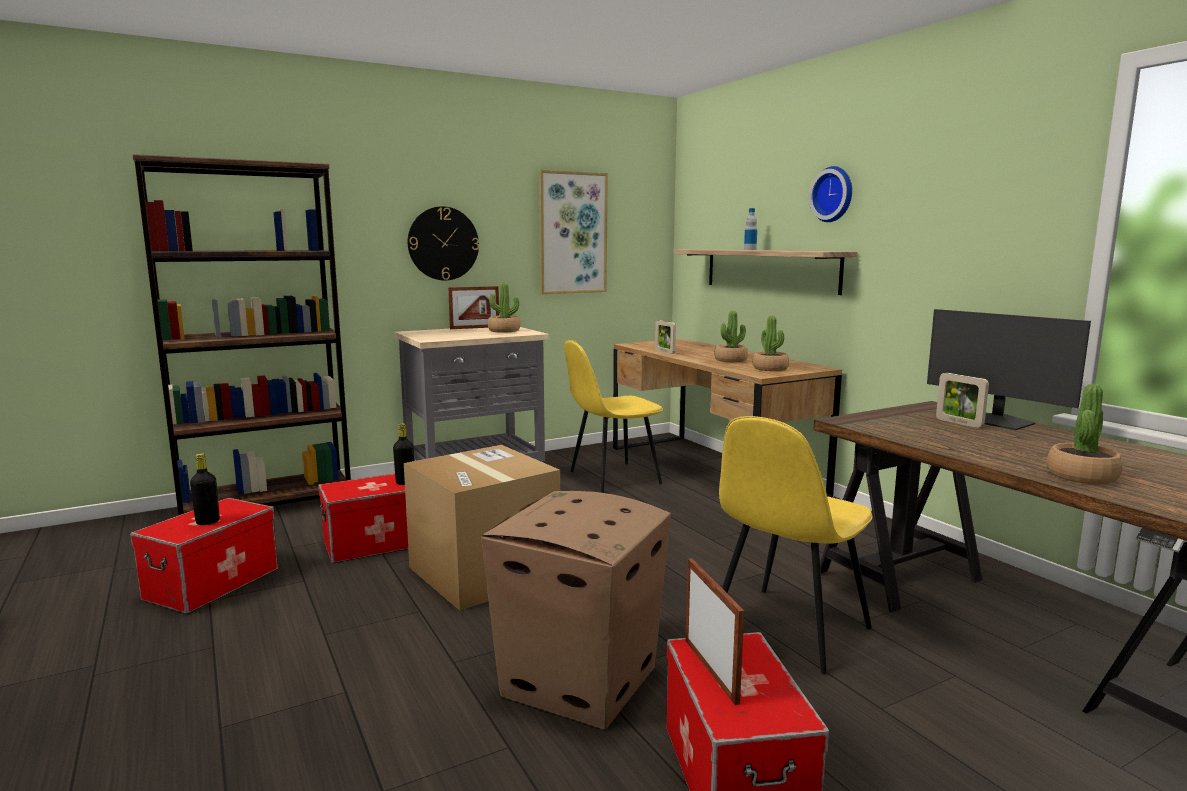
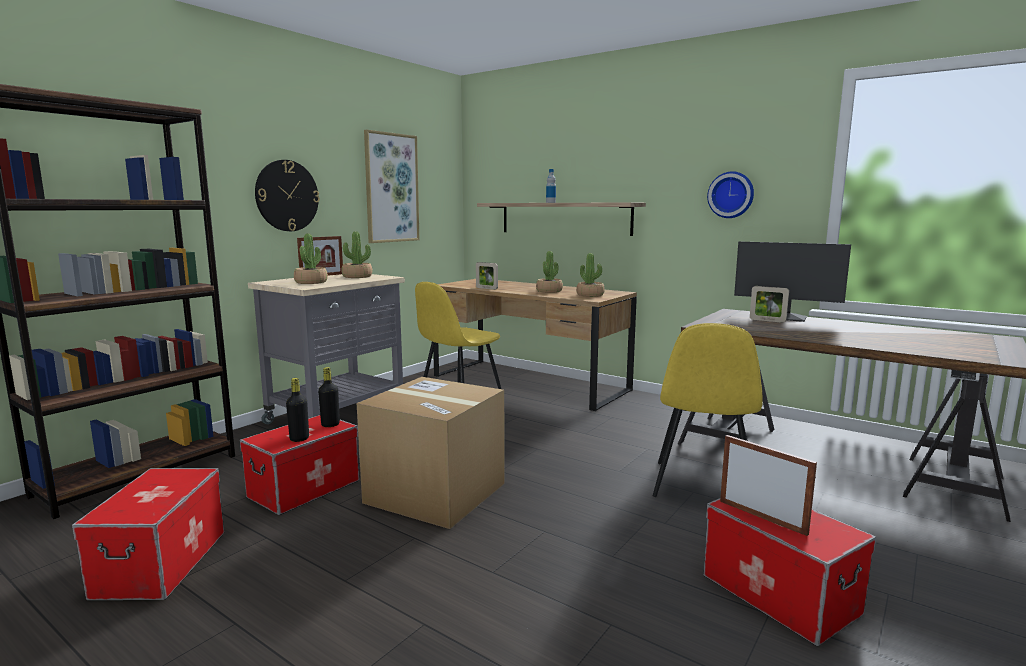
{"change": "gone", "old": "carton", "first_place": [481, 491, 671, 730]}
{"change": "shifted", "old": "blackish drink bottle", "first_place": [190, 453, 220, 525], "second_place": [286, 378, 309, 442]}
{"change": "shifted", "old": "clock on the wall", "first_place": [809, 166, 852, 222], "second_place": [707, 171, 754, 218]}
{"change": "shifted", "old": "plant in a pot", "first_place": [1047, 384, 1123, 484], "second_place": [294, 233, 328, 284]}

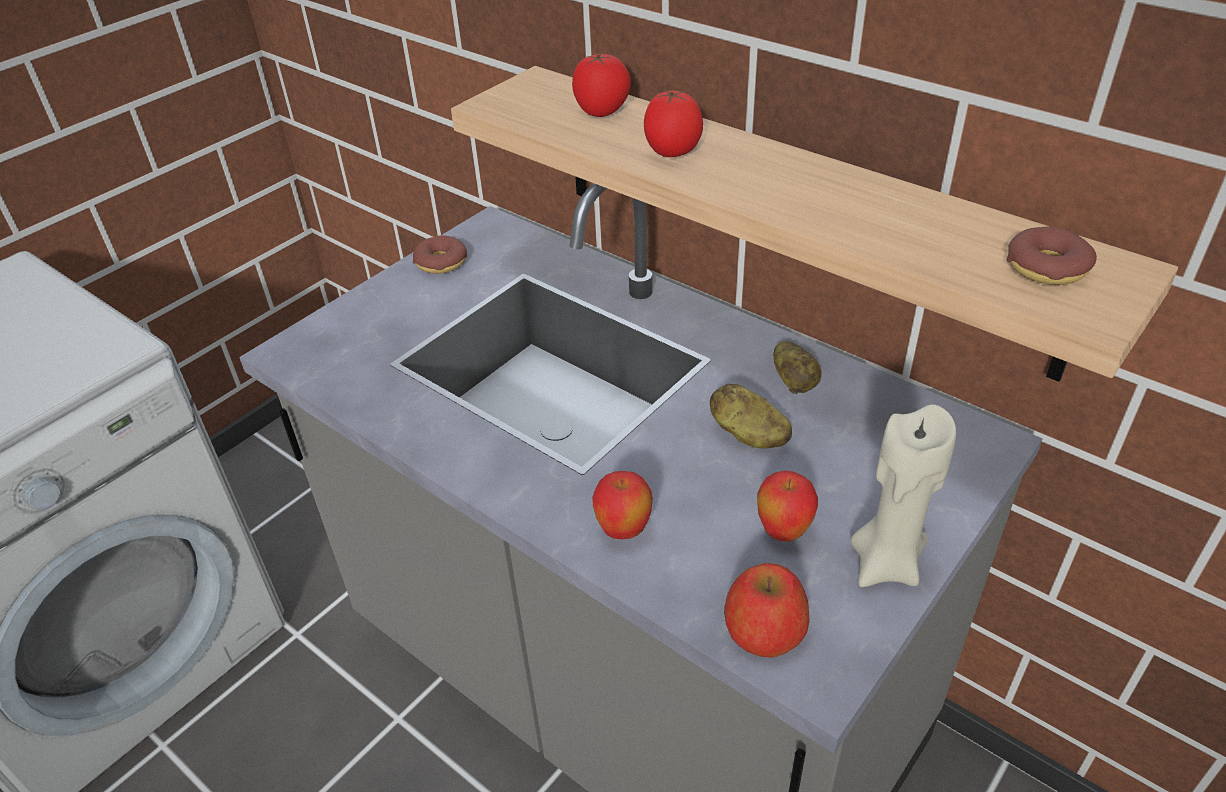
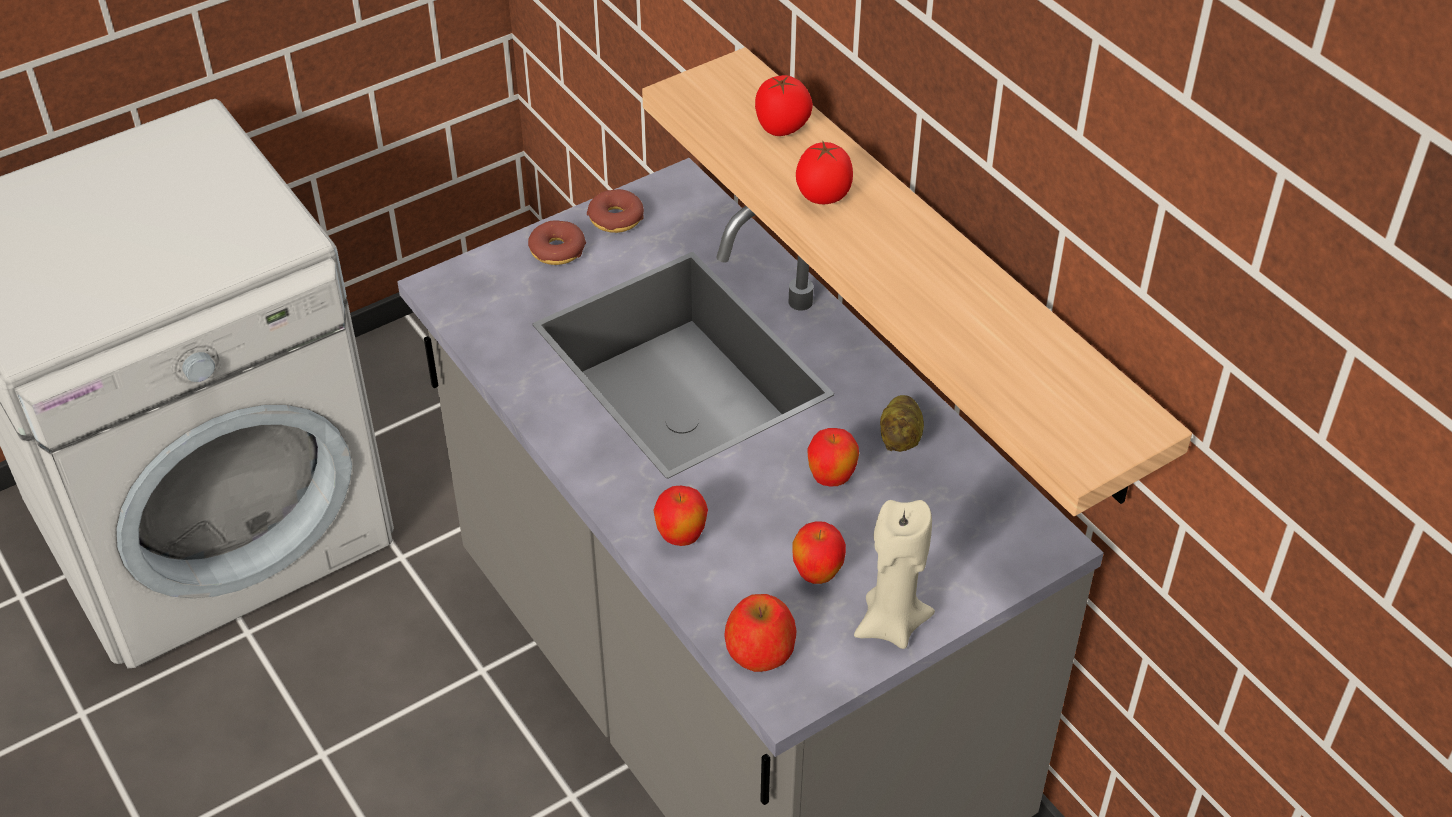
{"change": "shifted", "old": "doughnut", "first_place": [1007, 227, 1097, 285], "second_place": [528, 220, 586, 265]}
{"change": "swapped", "old": "whole potato", "new": "apple fruit", "first_place": [710, 384, 792, 449], "second_place": [807, 428, 859, 486]}

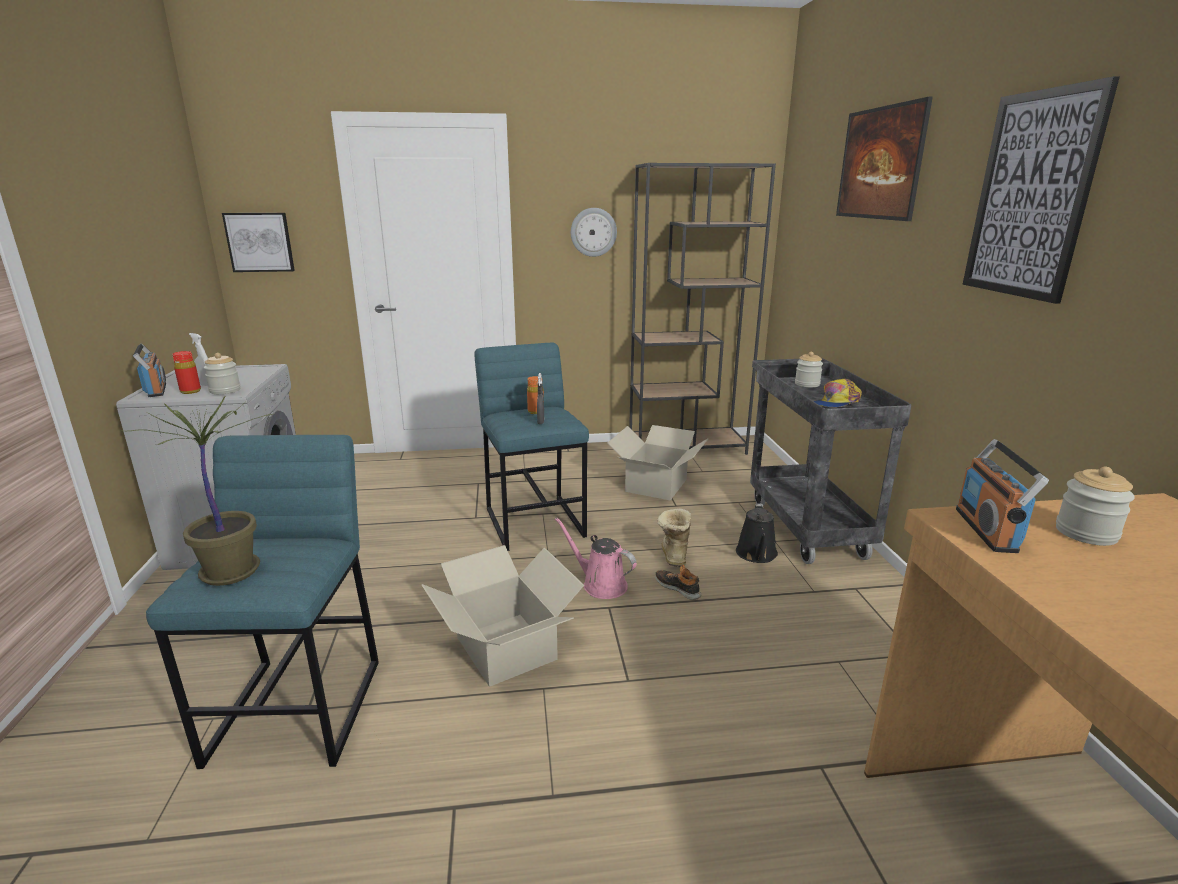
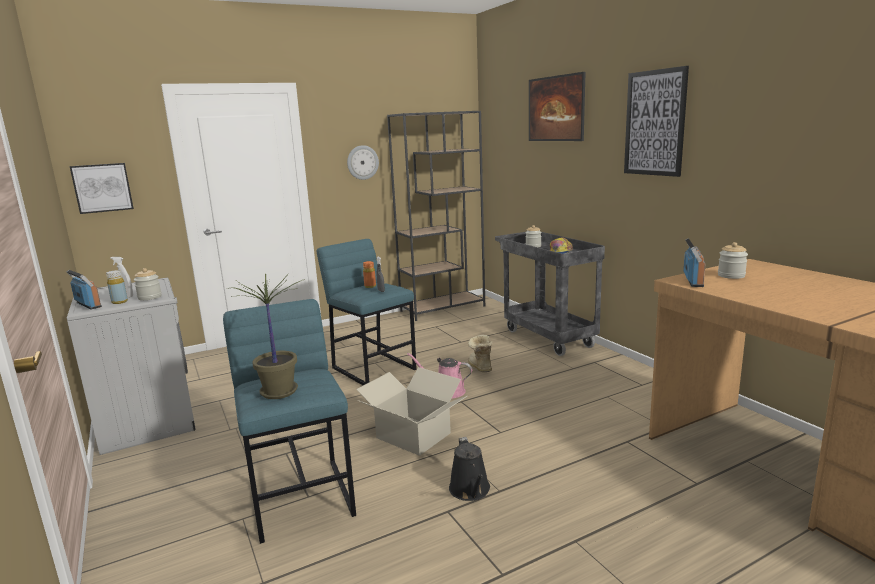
{"change": "gone", "old": "carton", "first_place": [608, 425, 709, 500]}
{"change": "gone", "old": "low shoe", "first_place": [655, 565, 702, 600]}
{"change": "shifted", "old": "blackish watering can", "first_place": [736, 503, 778, 563], "second_place": [449, 437, 490, 501]}
{"change": "repainted", "old": "red-coloured drink bottle", "new": "yellowish drink bottle", "first_place": [172, 351, 201, 394], "second_place": [106, 270, 128, 304]}
{"change": "rotated", "old": "radio", "first_place": [956, 439, 1049, 553], "second_place": [683, 238, 705, 287], "degrees": -150}

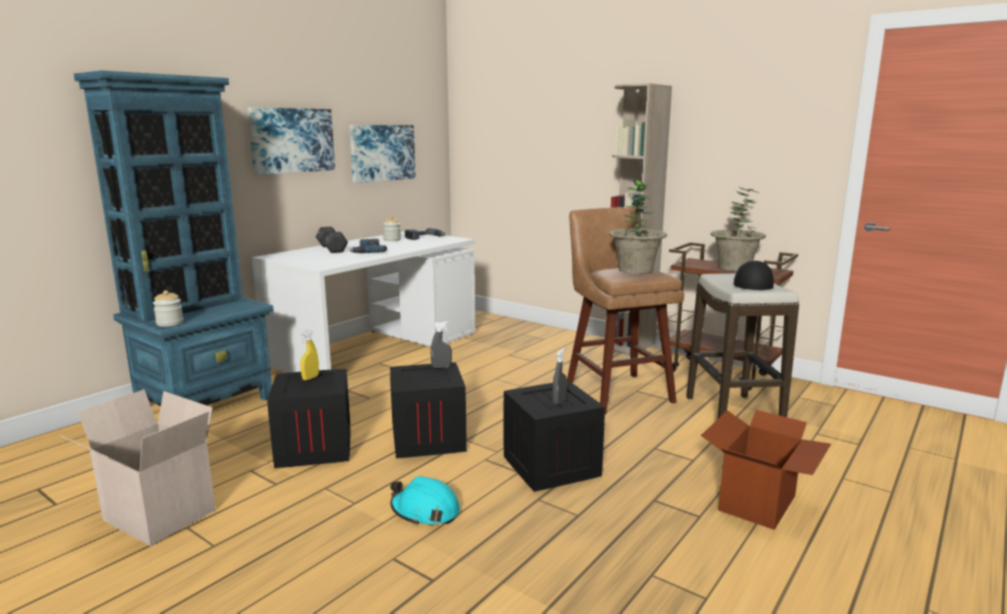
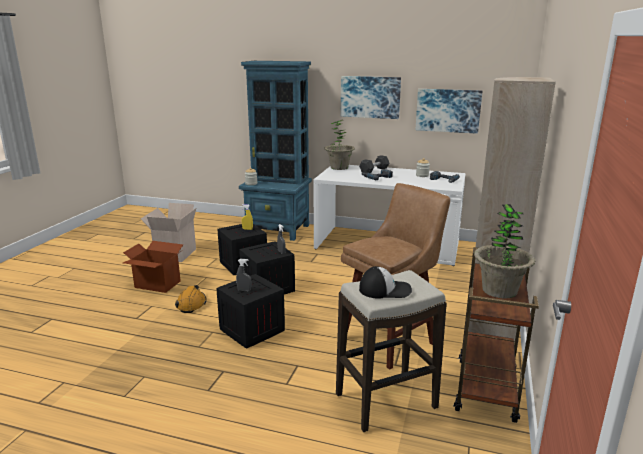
{"change": "shifted", "old": "plant in a pot", "first_place": [609, 180, 667, 274], "second_place": [324, 120, 355, 170]}
{"change": "shifted", "old": "carton", "first_place": [701, 410, 831, 530], "second_place": [123, 241, 184, 293]}
{"change": "repainted", "old": "turquoise work helmet", "new": "orange-coloured work helmet", "first_place": [390, 476, 460, 525], "second_place": [175, 285, 207, 313]}

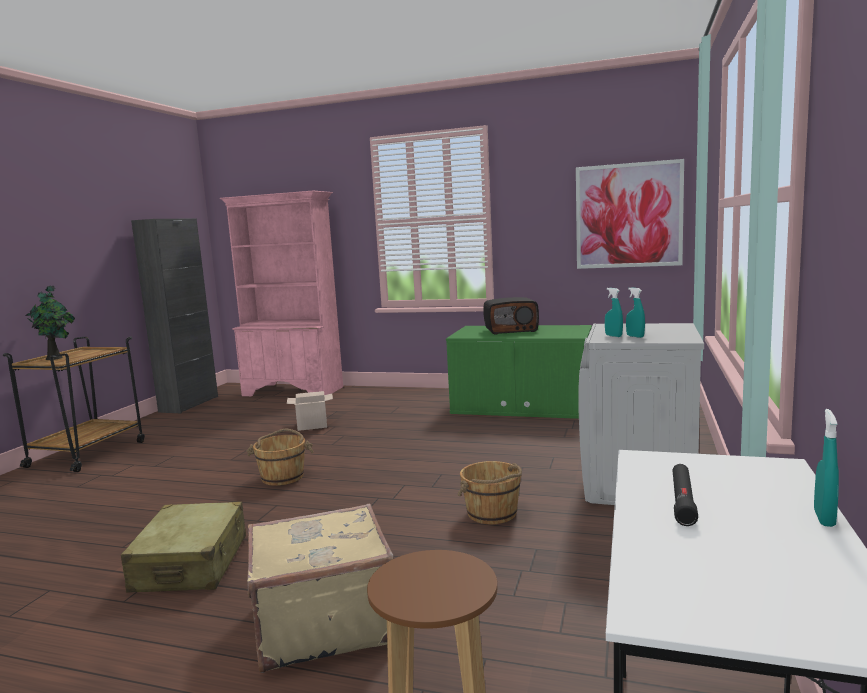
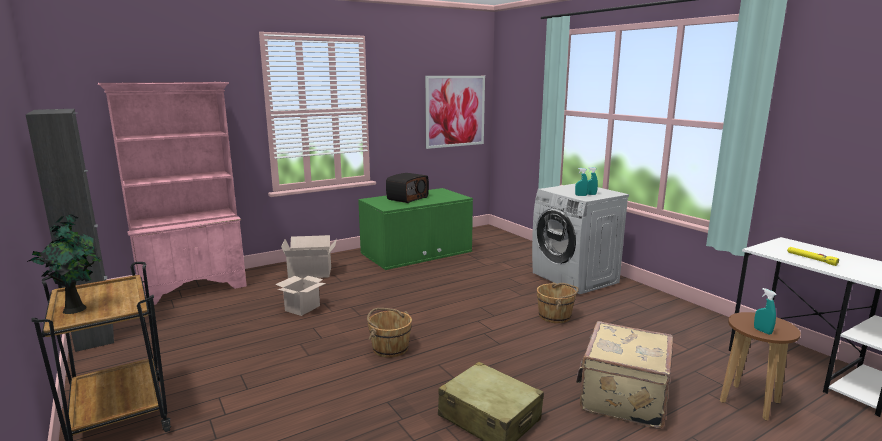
{"change": "new", "new": "carton", "second_place": [281, 235, 337, 279]}
{"change": "shifted", "old": "turquoise spray bottle", "first_place": [814, 409, 839, 527], "second_place": [754, 288, 777, 335]}
{"change": "repainted", "old": "blackish flashlight", "new": "yellowish flashlight", "first_place": [672, 464, 698, 526], "second_place": [787, 247, 839, 266]}

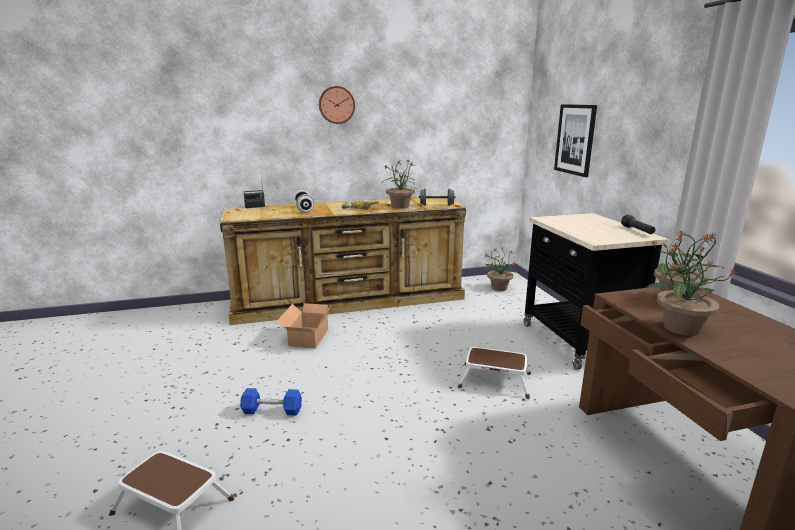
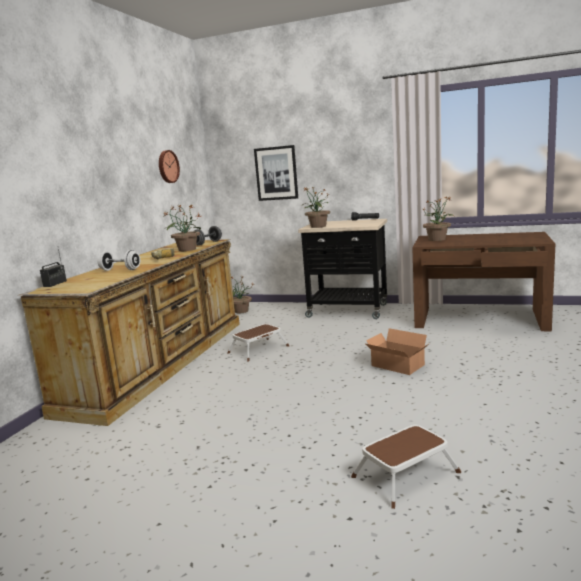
{"change": "gone", "old": "blue-coloured hand weight", "first_place": [240, 388, 302, 415]}
{"change": "shifted", "old": "carton", "first_place": [277, 303, 331, 348], "second_place": [366, 328, 430, 375]}
{"change": "shifted", "old": "clock on the wall", "first_place": [319, 86, 355, 124], "second_place": [159, 150, 180, 183]}
{"change": "shifted", "old": "brownish stepladder", "first_place": [458, 347, 531, 399], "second_place": [227, 324, 289, 362]}
{"change": "shifted", "old": "plant in a pot", "first_place": [645, 243, 739, 336], "second_place": [302, 187, 330, 228]}

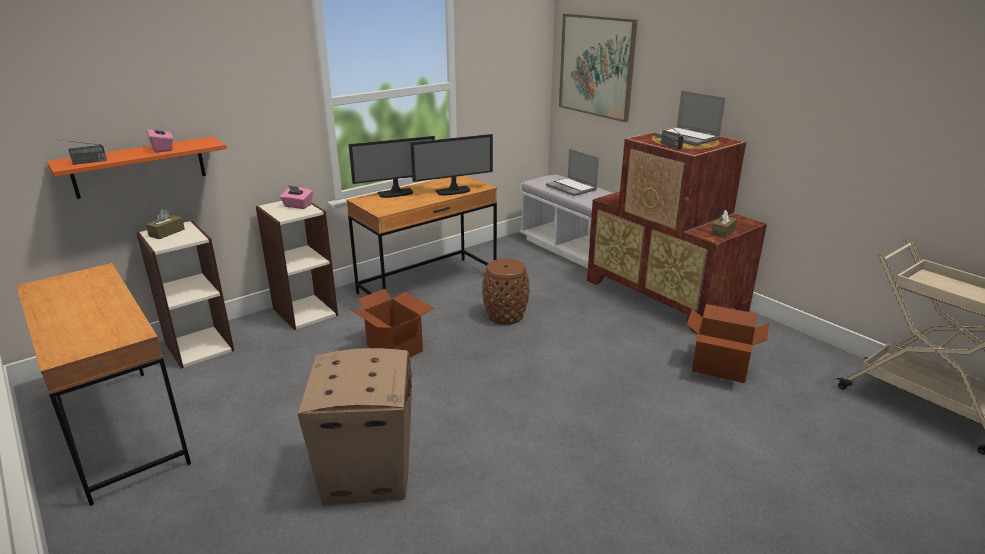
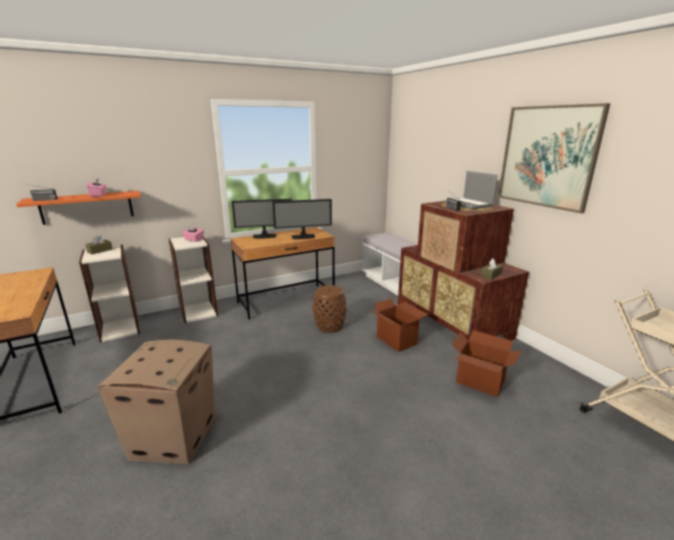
{"change": "gone", "old": "portable computer", "first_place": [546, 149, 599, 196]}
{"change": "shifted", "old": "carton", "first_place": [350, 289, 434, 357], "second_place": [370, 299, 428, 352]}
{"change": "shifted", "old": "picture", "first_place": [559, 13, 638, 122], "second_place": [498, 103, 610, 214]}

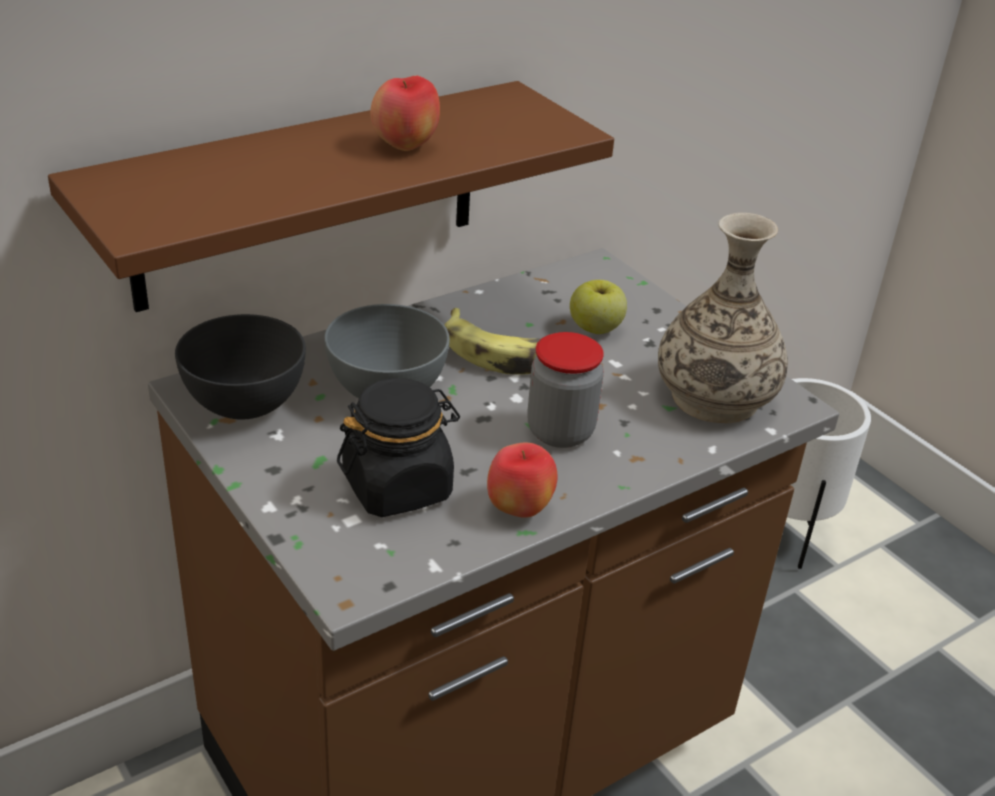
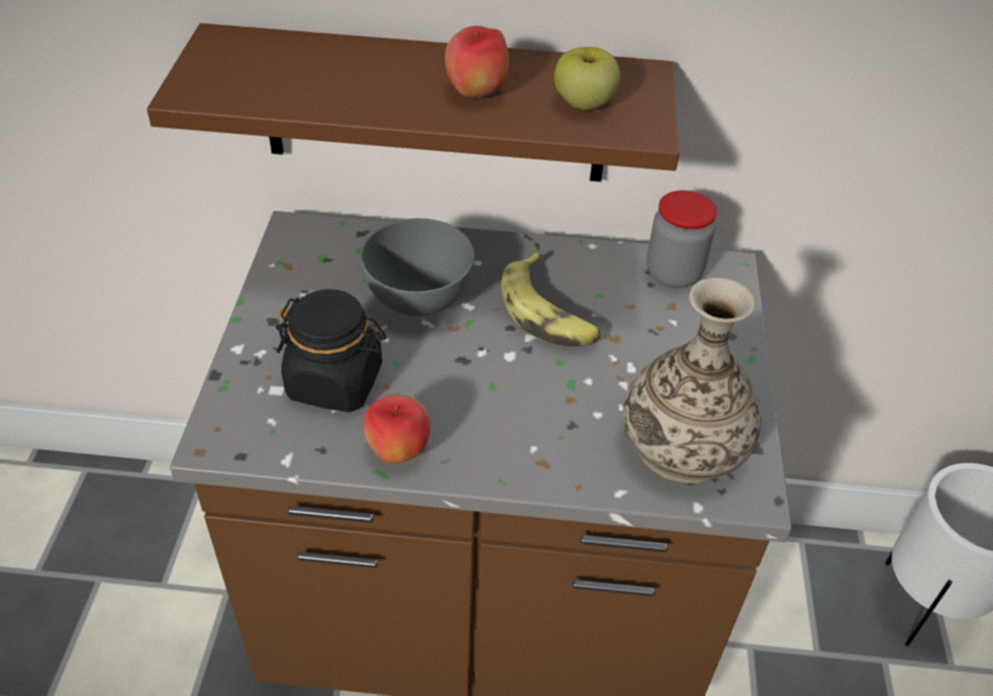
{"change": "gone", "old": "gray deep dish", "first_place": [175, 314, 306, 420]}
{"change": "shifted", "old": "preserve jar", "first_place": [527, 332, 604, 448], "second_place": [647, 190, 717, 288]}
{"change": "shifted", "old": "apple fruit", "first_place": [570, 280, 627, 334], "second_place": [554, 47, 620, 110]}

